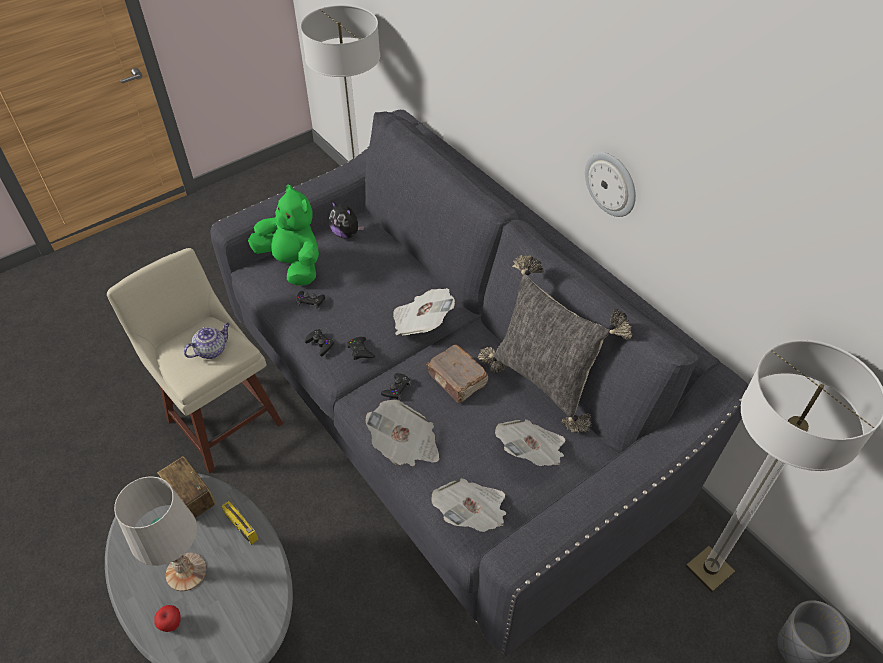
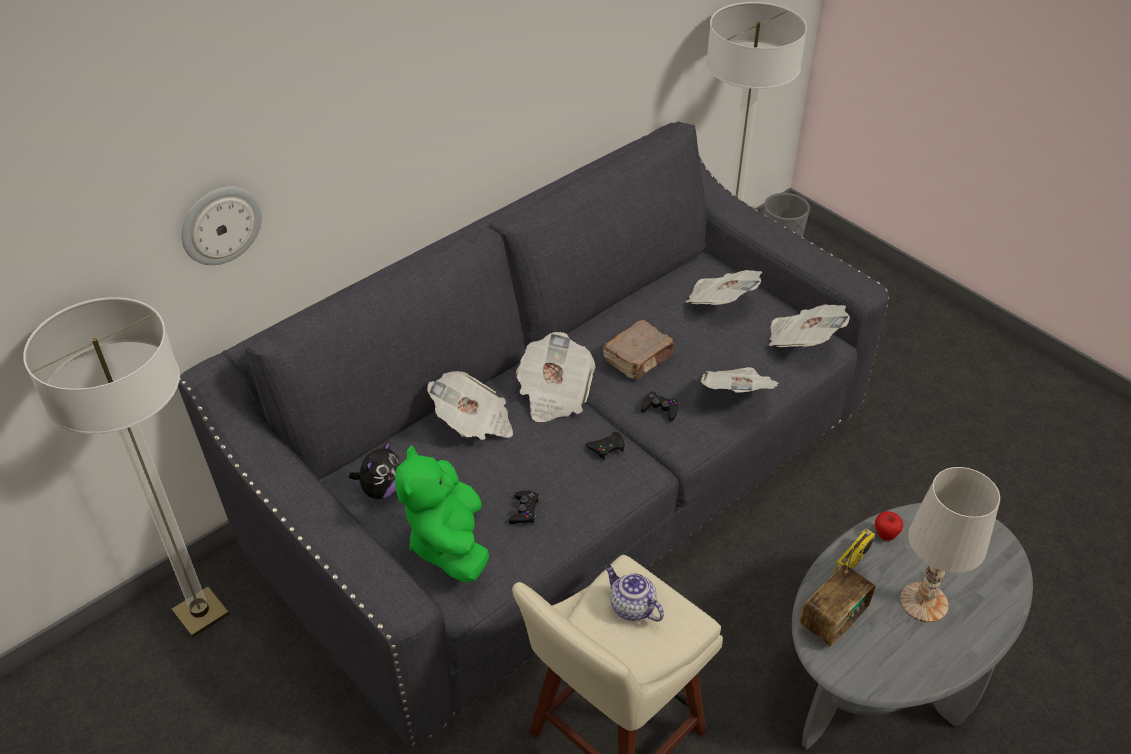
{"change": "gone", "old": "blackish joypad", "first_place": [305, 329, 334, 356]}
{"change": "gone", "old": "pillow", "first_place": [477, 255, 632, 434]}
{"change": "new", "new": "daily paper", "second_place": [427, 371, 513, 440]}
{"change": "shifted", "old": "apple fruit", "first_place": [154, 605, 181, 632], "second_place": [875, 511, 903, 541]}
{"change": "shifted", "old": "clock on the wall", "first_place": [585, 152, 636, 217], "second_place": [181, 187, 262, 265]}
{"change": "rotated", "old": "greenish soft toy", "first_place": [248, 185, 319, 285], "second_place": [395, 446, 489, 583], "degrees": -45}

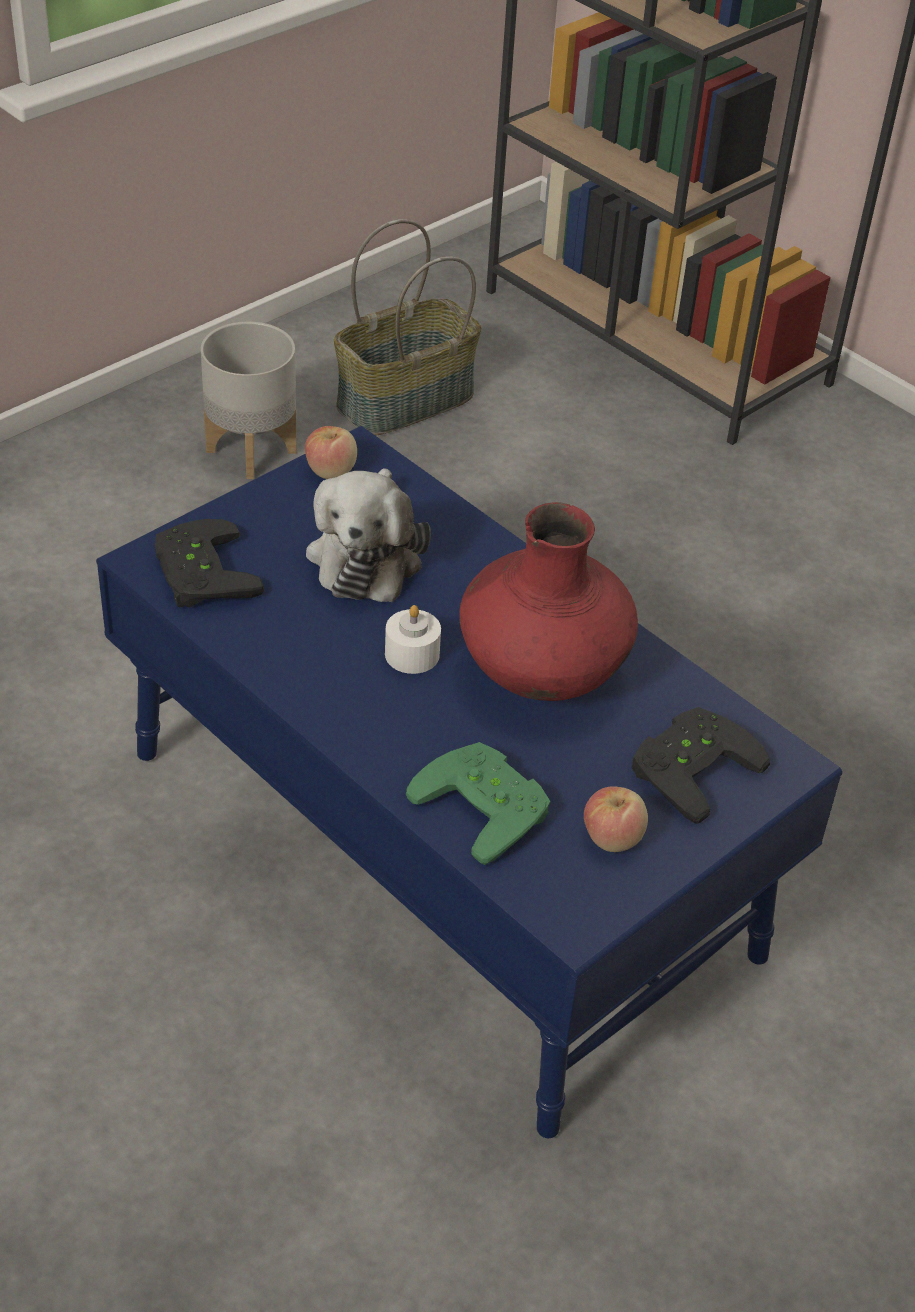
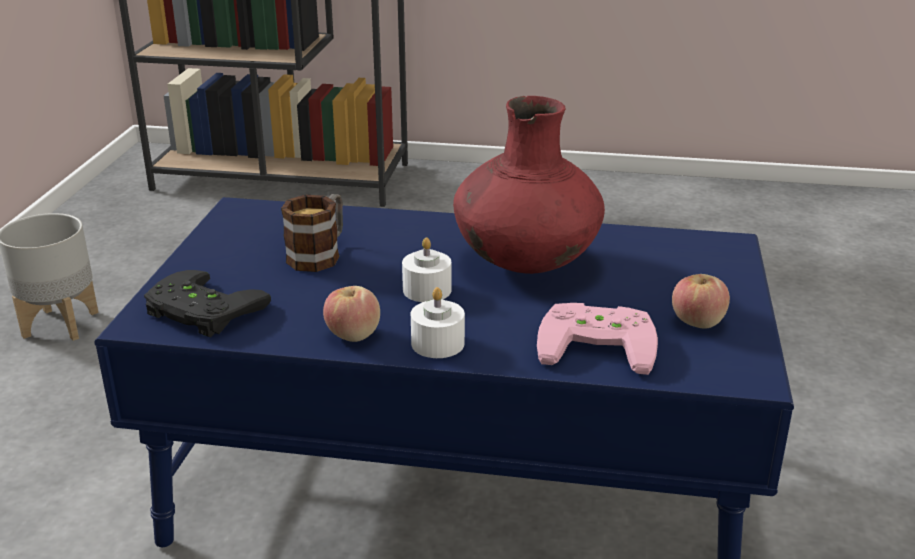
{"change": "gone", "old": "basket", "first_place": [333, 219, 482, 436]}
{"change": "gone", "old": "blackish joypad", "first_place": [631, 707, 770, 824]}
{"change": "new", "new": "white-coloured wax light", "second_place": [411, 287, 465, 358]}
{"change": "shifted", "old": "apple fruit", "first_place": [305, 426, 357, 479], "second_place": [323, 286, 380, 342]}
{"change": "swapped", "old": "soft toy", "new": "mug", "first_place": [306, 468, 431, 602], "second_place": [281, 194, 343, 272]}
{"change": "repainted", "old": "greenish joypad", "new": "pink joypad", "first_place": [406, 742, 550, 865], "second_place": [537, 303, 658, 375]}

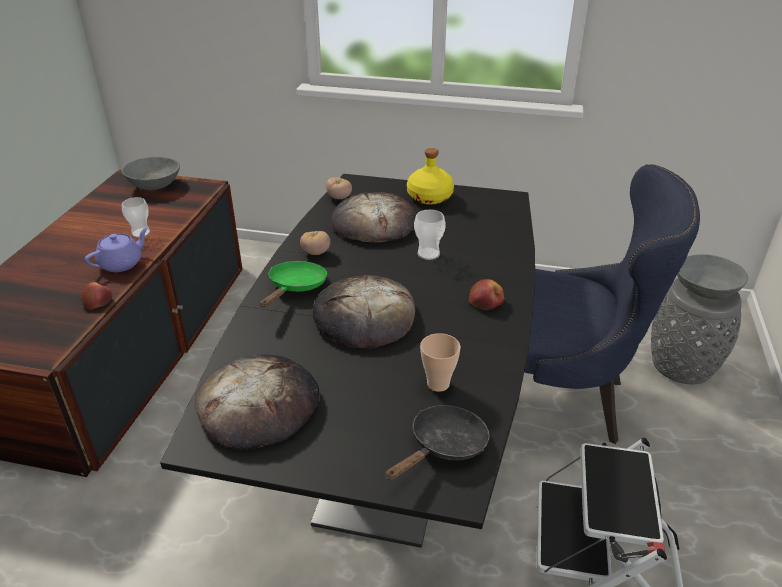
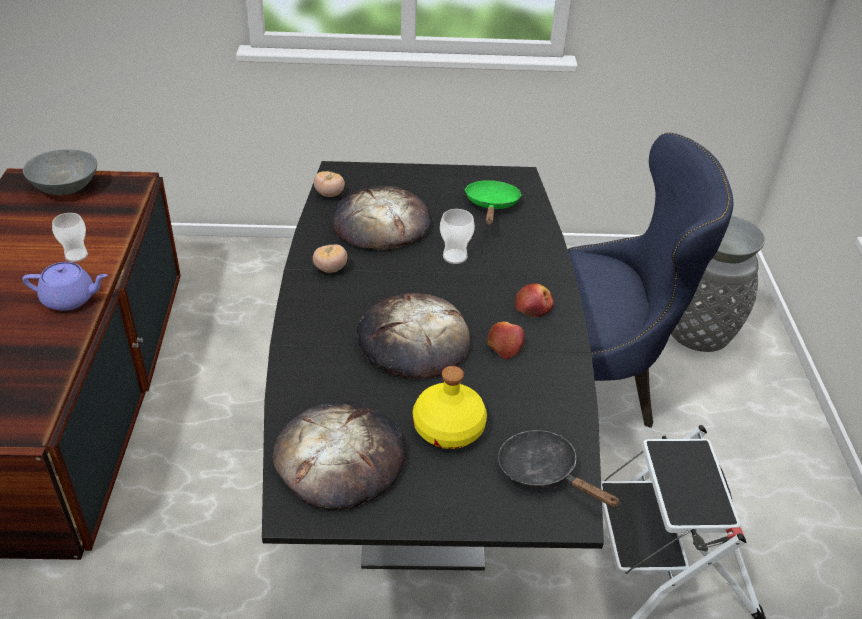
{"change": "gone", "old": "cup", "first_place": [420, 333, 461, 392]}
{"change": "shifted", "old": "apple fruit", "first_place": [80, 282, 112, 310], "second_place": [487, 322, 525, 359]}
{"change": "shifted", "old": "greenish skillet", "first_place": [260, 261, 327, 308], "second_place": [465, 180, 522, 225]}
{"change": "shifted", "old": "yellowish drink bottle", "first_place": [407, 148, 454, 205], "second_place": [413, 366, 487, 449]}
{"change": "rotated", "old": "purplish tea pot", "first_place": [85, 228, 148, 272], "second_place": [22, 262, 107, 311], "degrees": 60}
{"change": "rotated", "old": "blackish skillet", "first_place": [385, 405, 490, 481], "second_place": [498, 430, 621, 508], "degrees": -75}

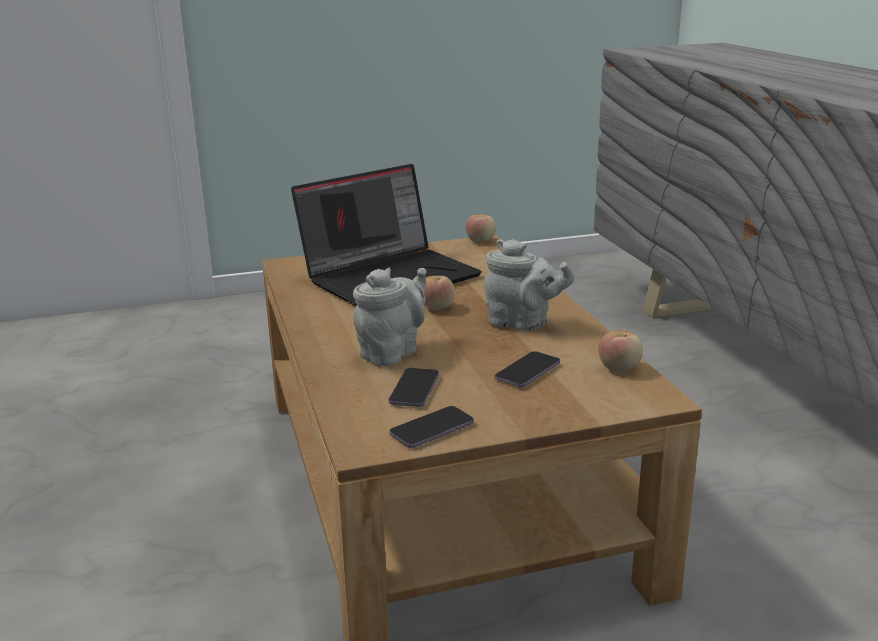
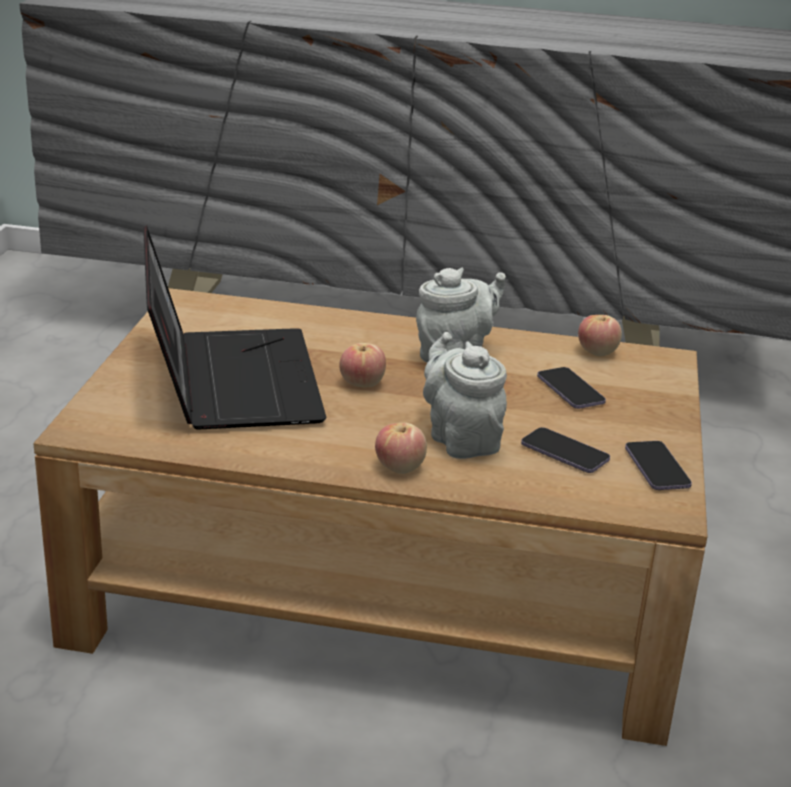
{"change": "shifted", "old": "apple fruit", "first_place": [465, 214, 496, 243], "second_place": [375, 423, 427, 474]}

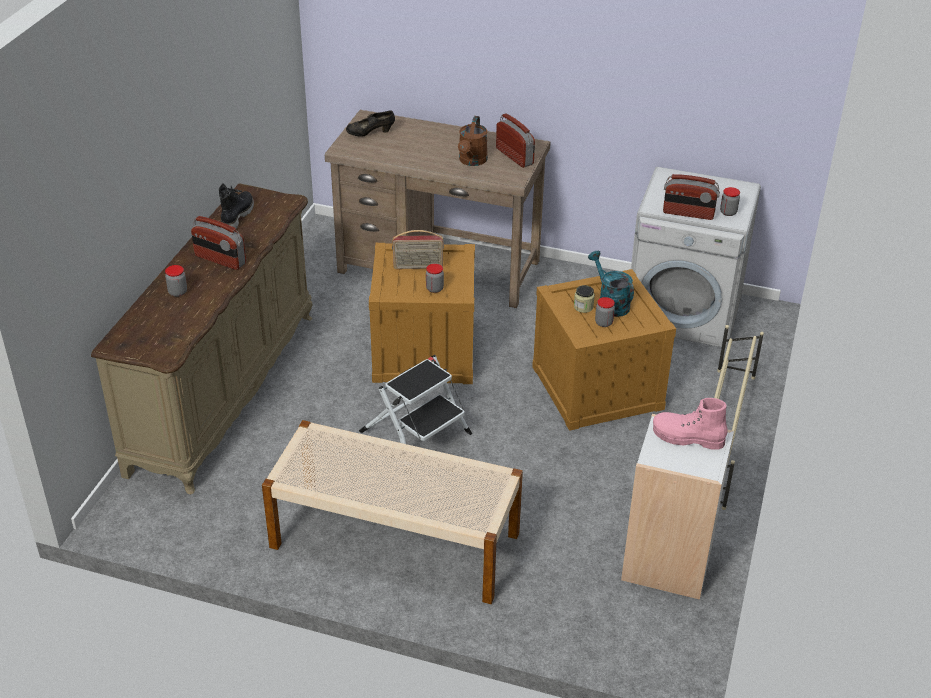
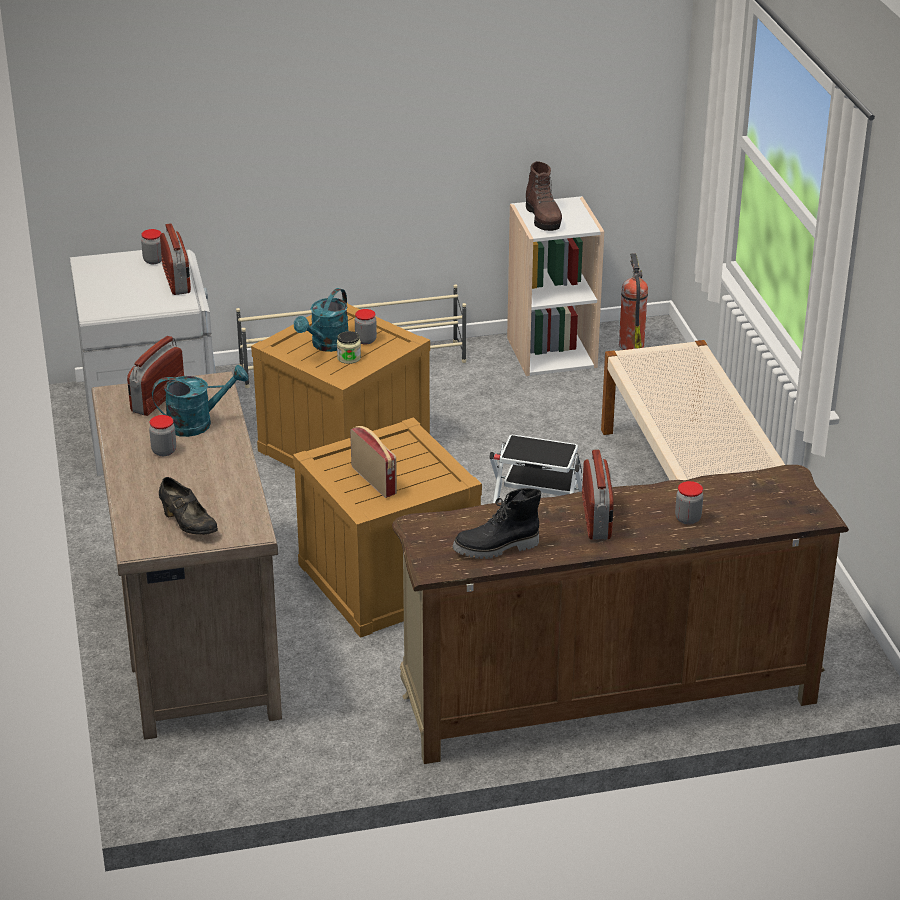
{"change": "new", "new": "fire-fighting cylinder", "second_place": [619, 253, 648, 350]}
{"change": "shifted", "old": "preserve jar", "first_place": [426, 264, 444, 293], "second_place": [149, 415, 176, 456]}
{"change": "repainted", "old": "brownish watering can", "new": "turquoise watering can", "first_place": [458, 116, 488, 166], "second_place": [152, 365, 248, 437]}
{"change": "repainted", "old": "pink high-top boot", "new": "brownish high-top boot", "first_place": [653, 398, 728, 450], "second_place": [526, 161, 562, 231]}

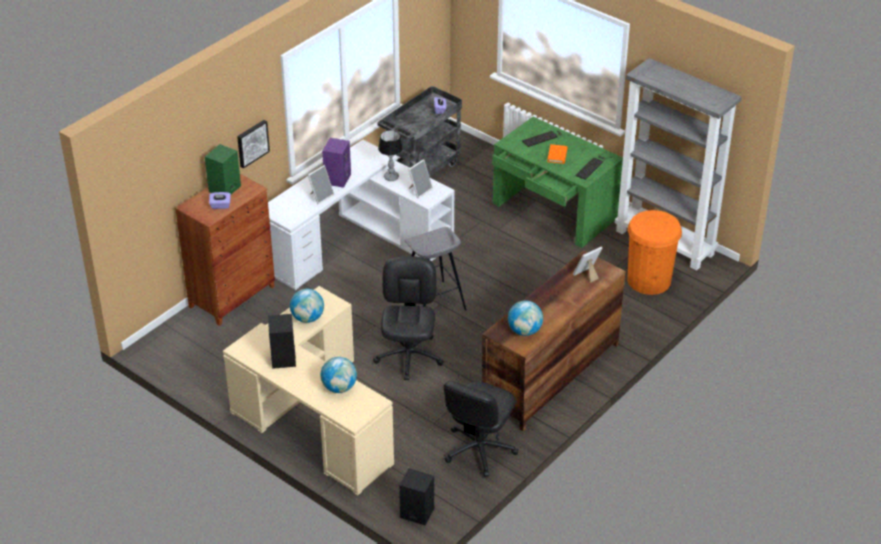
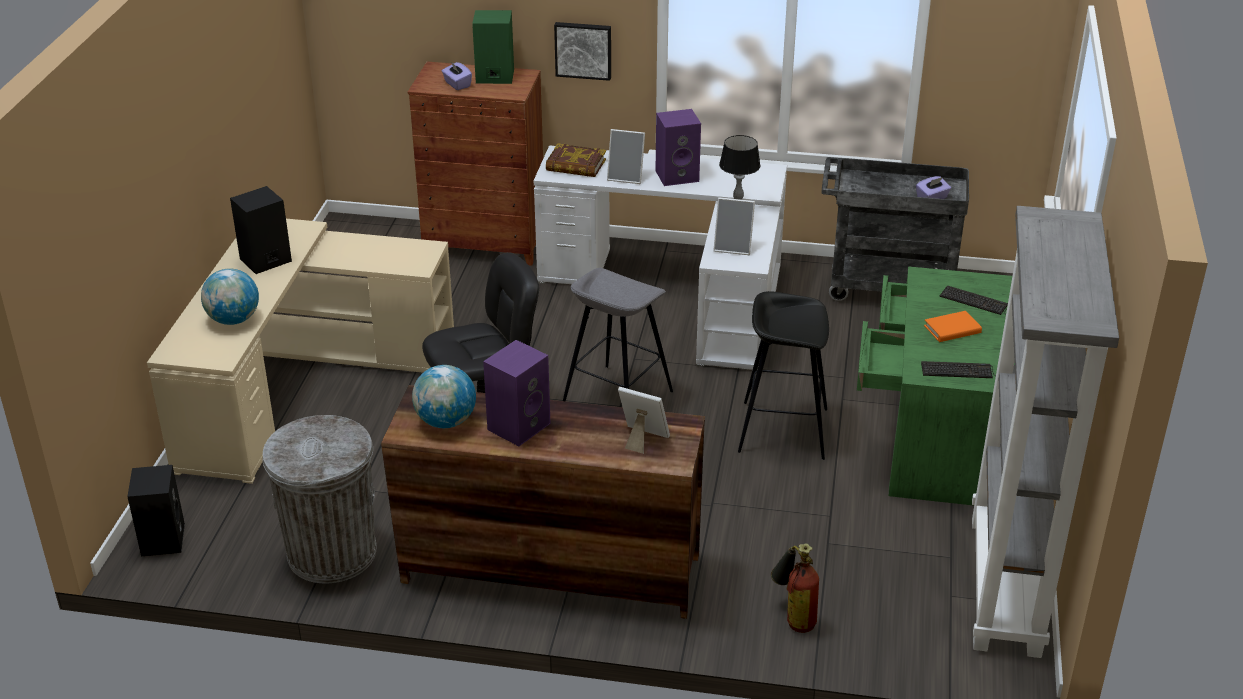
{"change": "gone", "old": "globe", "first_place": [290, 289, 324, 323]}
{"change": "gone", "old": "orange-coloured rubbish bin", "first_place": [627, 210, 682, 295]}
{"change": "new", "new": "purplish speaker", "second_place": [483, 340, 551, 446]}
{"change": "new", "new": "book", "second_place": [546, 143, 606, 177]}
{"change": "new", "new": "blackish stool", "second_place": [738, 291, 829, 460]}
{"change": "new", "new": "fire-fighting cylinder", "second_place": [771, 543, 819, 633]}
{"change": "swapped", "old": "blackish office chair", "new": "gray rubbish bin", "first_place": [444, 381, 519, 477], "second_place": [262, 415, 377, 584]}

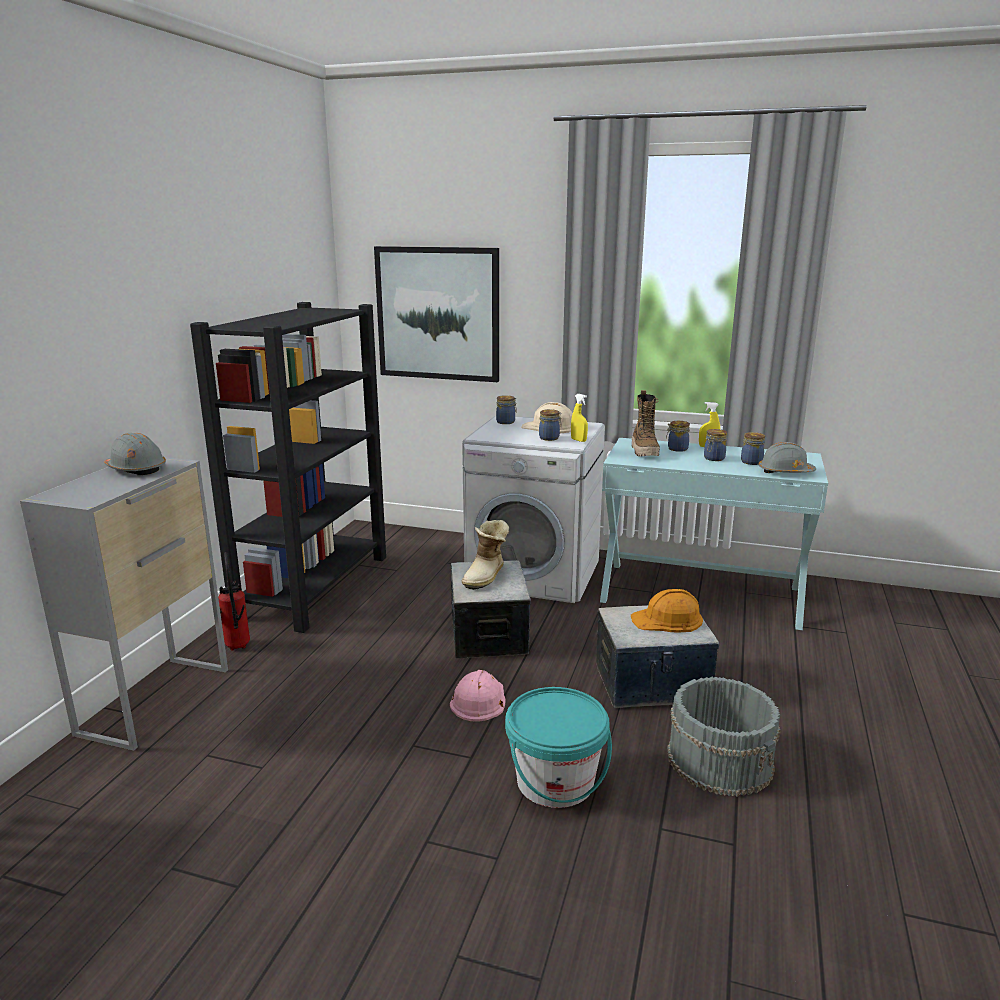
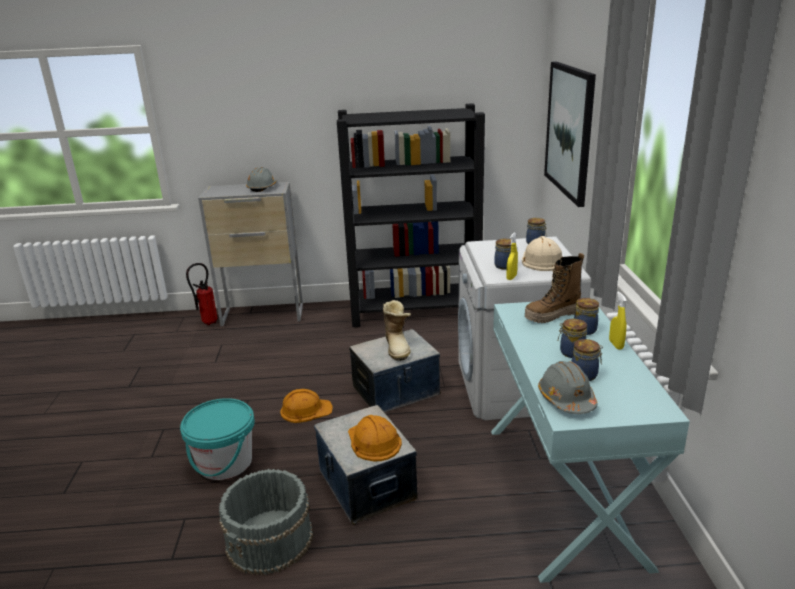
{"change": "shifted", "old": "fire-fighting cylinder", "first_place": [218, 552, 250, 650], "second_place": [186, 263, 218, 325]}
{"change": "repainted", "old": "pink work helmet", "new": "orange-coloured work helmet", "first_place": [450, 670, 506, 722], "second_place": [280, 389, 333, 423]}
{"change": "rotated", "old": "high-top boot", "first_place": [462, 520, 509, 590], "second_place": [383, 300, 411, 361], "degrees": -105}

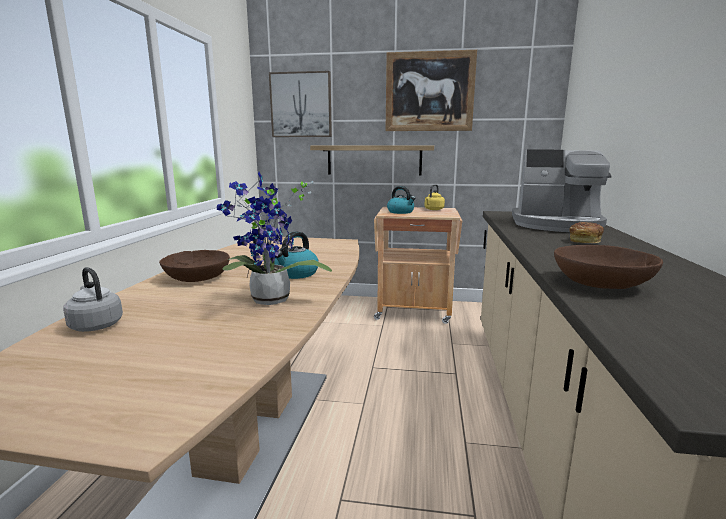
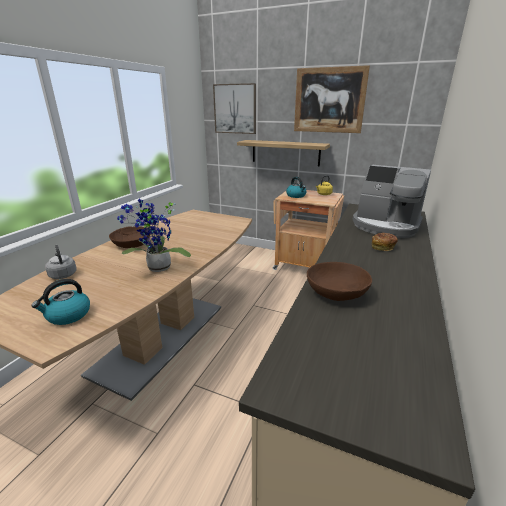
{"change": "shifted", "old": "water kettle", "first_place": [274, 231, 319, 279], "second_place": [32, 279, 90, 325]}

